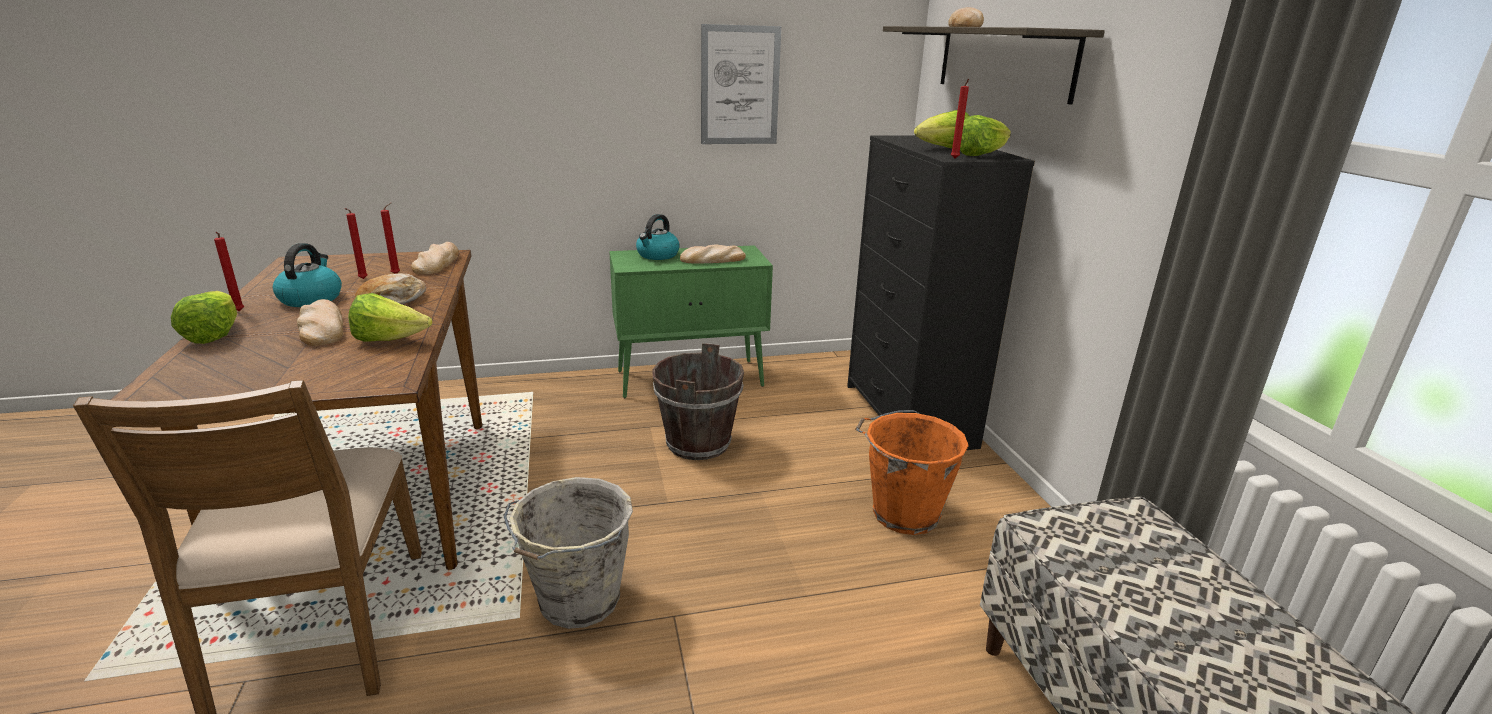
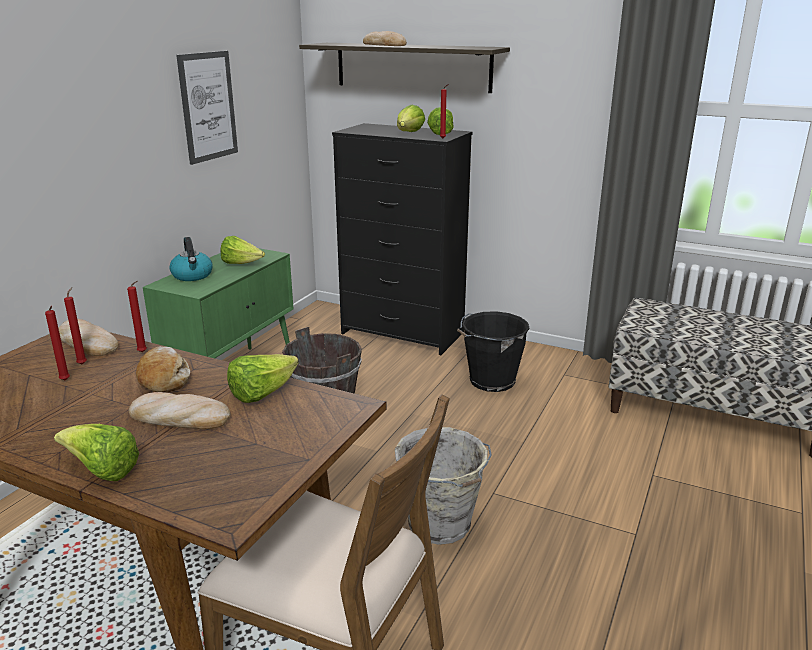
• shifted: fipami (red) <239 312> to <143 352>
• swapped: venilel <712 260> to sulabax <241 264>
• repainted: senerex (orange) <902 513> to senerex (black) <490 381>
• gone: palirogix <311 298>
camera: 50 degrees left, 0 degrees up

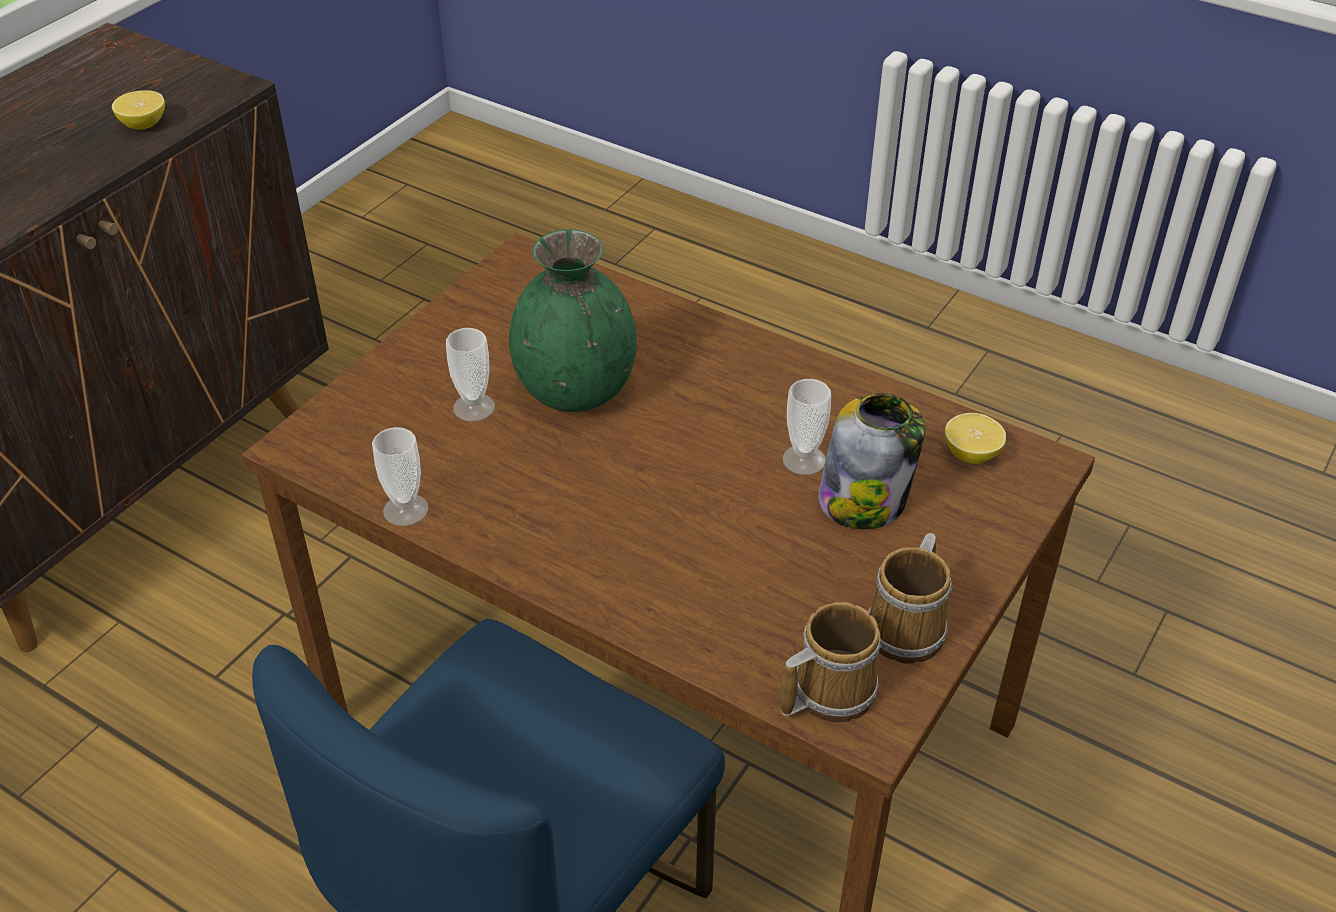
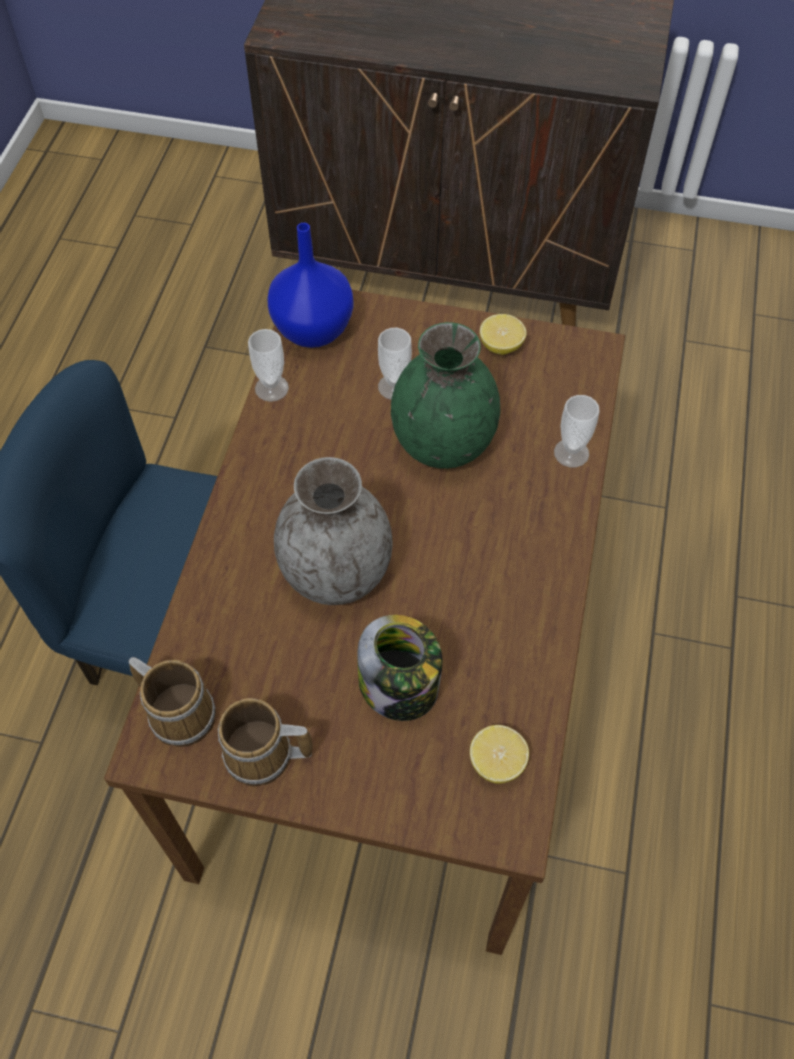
• new: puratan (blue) <315 330>
• new: puratan (grey) <335 573>
• shifted: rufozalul <144 124> to <501 346>
• shifted: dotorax <804 460> to <571 453>
camera: 70 degrees right, 15 degrees up

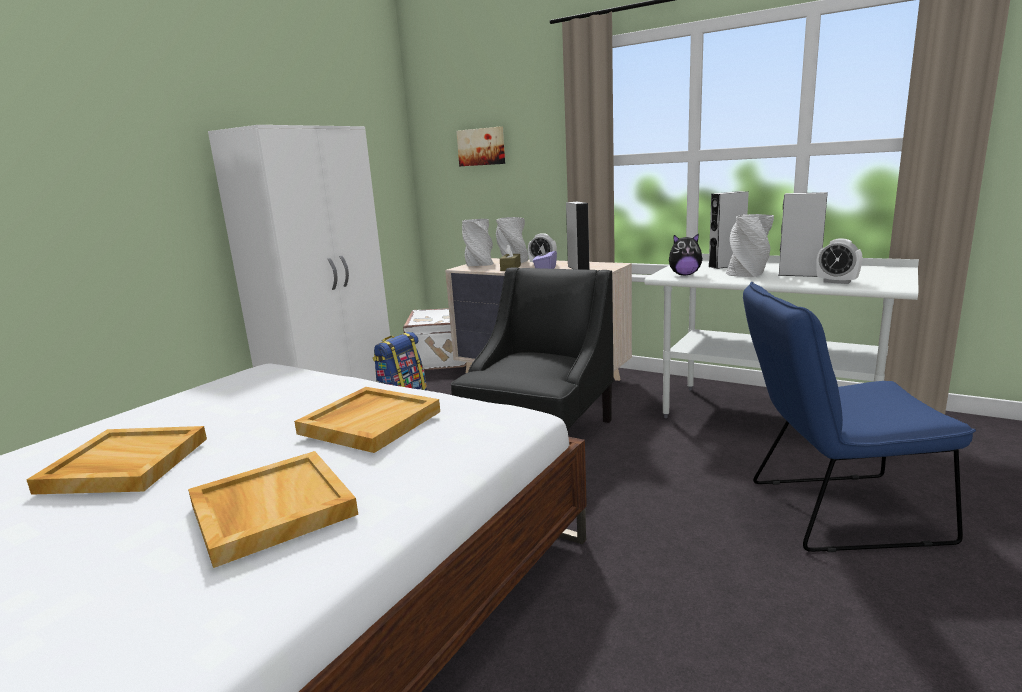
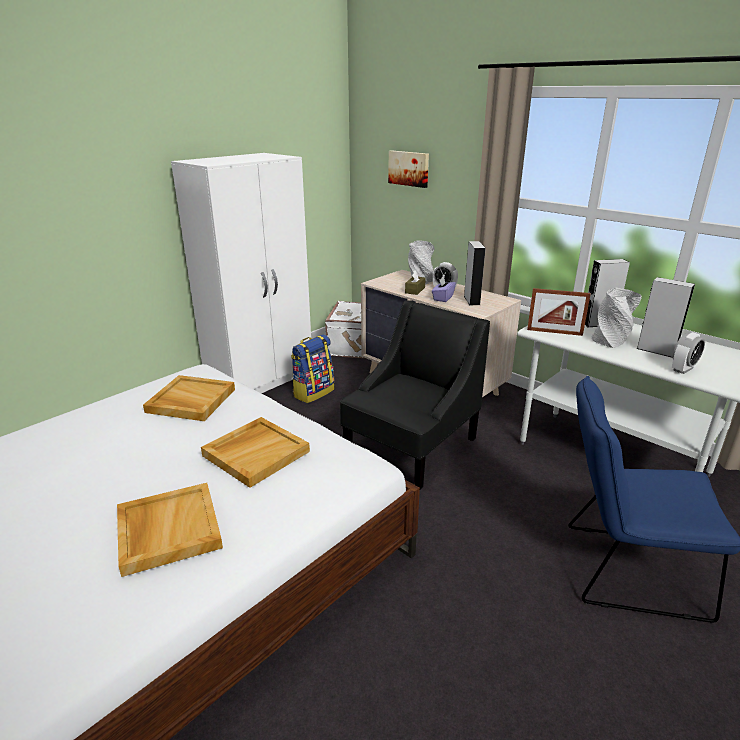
• shifted: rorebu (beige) <124 465> to <190 401>
• swapped: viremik <684 275> to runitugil <554 332>
• rotated: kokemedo <837 282> = <683 369> 90 degrees counterclockwise
• gone: puratan (grey) <479 264>
camera: 10 degrees right, 10 degrees up

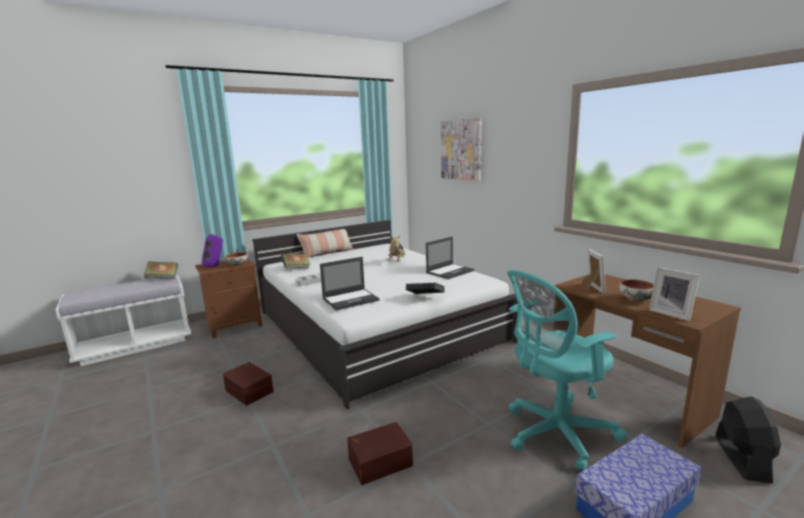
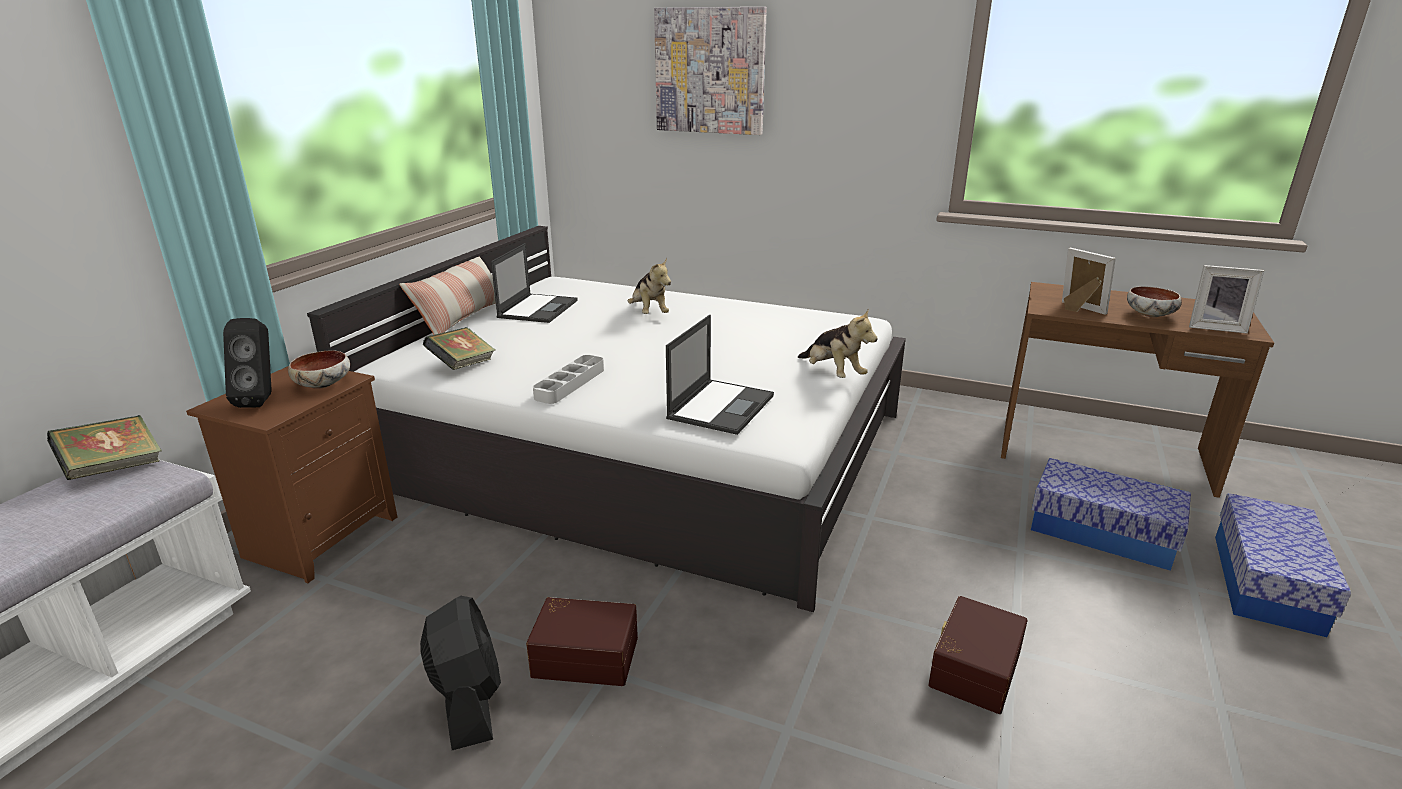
• repainted: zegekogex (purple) <215 265> to zegekogex (black) <262 400>
• shifted: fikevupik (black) <741 458> to <468 701>
• shifted: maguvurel <450 271> to <538 308>
• swapped: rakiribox <425 298> to viremik <832 374>
• swapped: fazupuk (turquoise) <554 434> to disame <1102 532>
camera: 35 degrees left, 10 degrees up

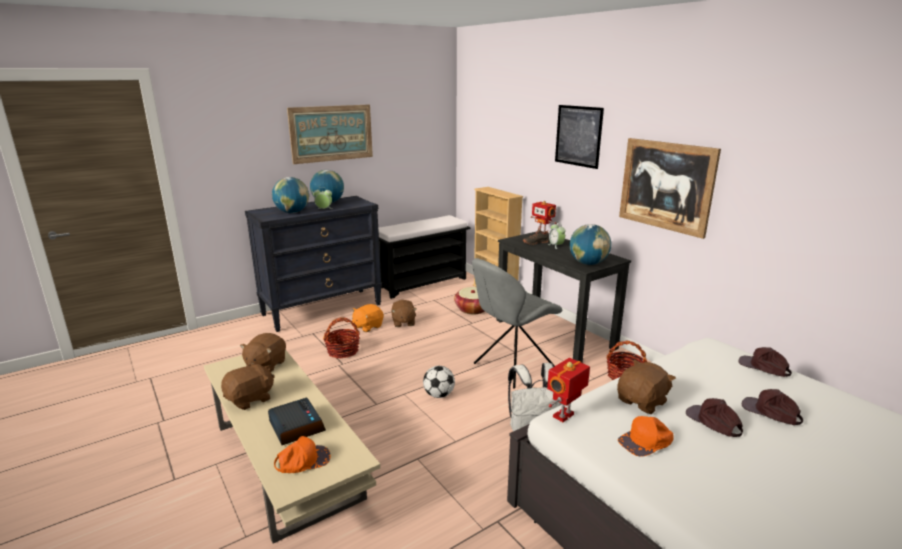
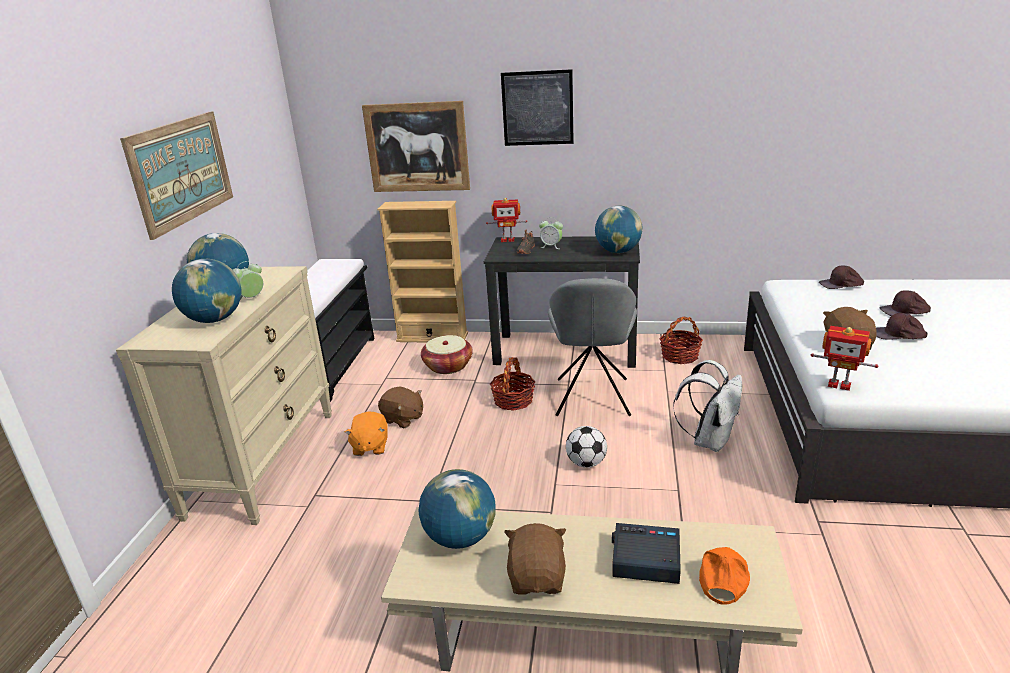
• repainted: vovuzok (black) <323 309> to vovuzok (beige) <263 462>
• shifted: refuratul <666 186> to <417 147>
• swapped: viremik (brown) <265 365> to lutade <460 538>
• shifted: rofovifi <343 351> to <513 400>
• rotated: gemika <564 416> = <839 384> 60 degrees counterclockwise
• gone: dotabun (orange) <646 441>
camera: 45 degrees left, 5 degrees up

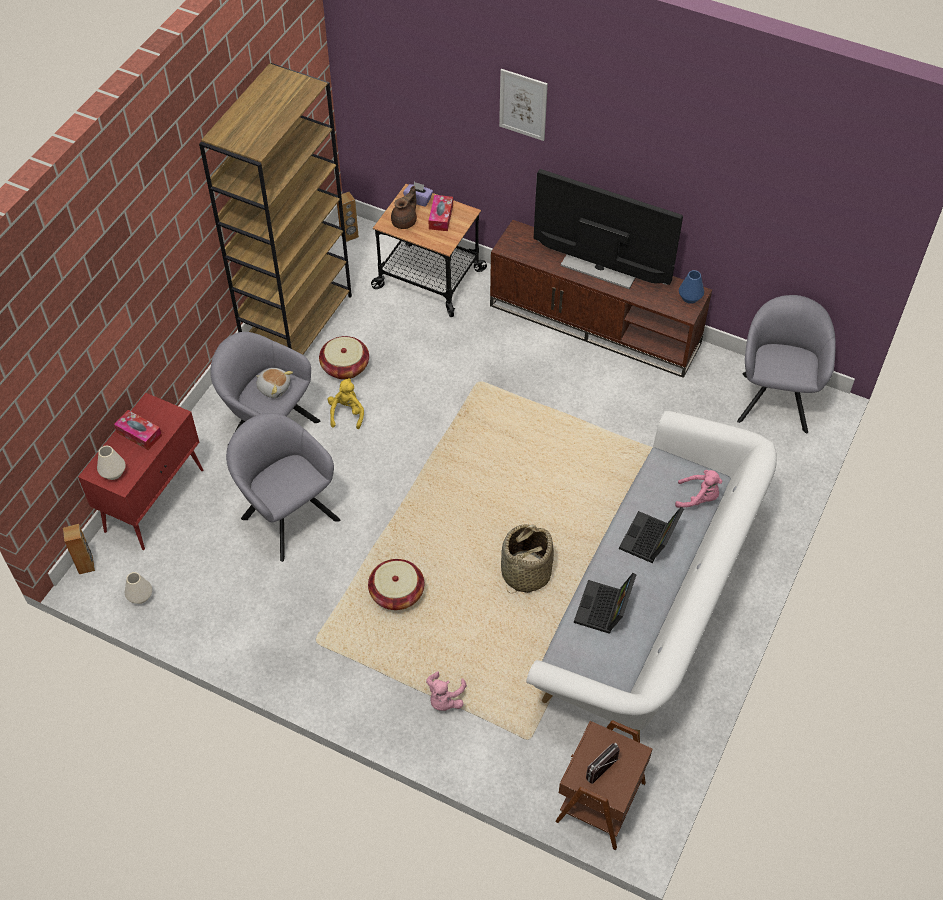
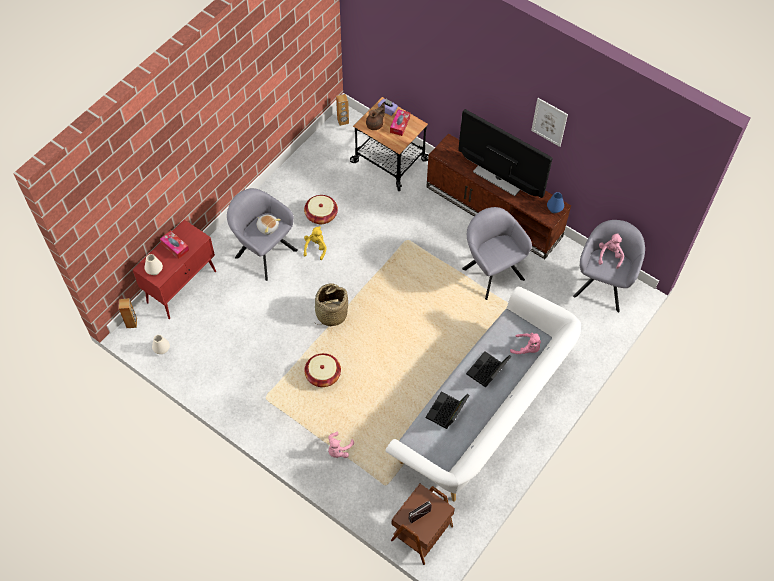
• shifted: rofovifi <525 573> to <331 313>
• shifted: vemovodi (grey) <287 515> to <491 271>
• shifted: refuratul <523 104> to <549 122>
• new: viremik (pink) <609 255>
• gone: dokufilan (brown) <298 323>
camera: 10 degrees right, 5 degrees up

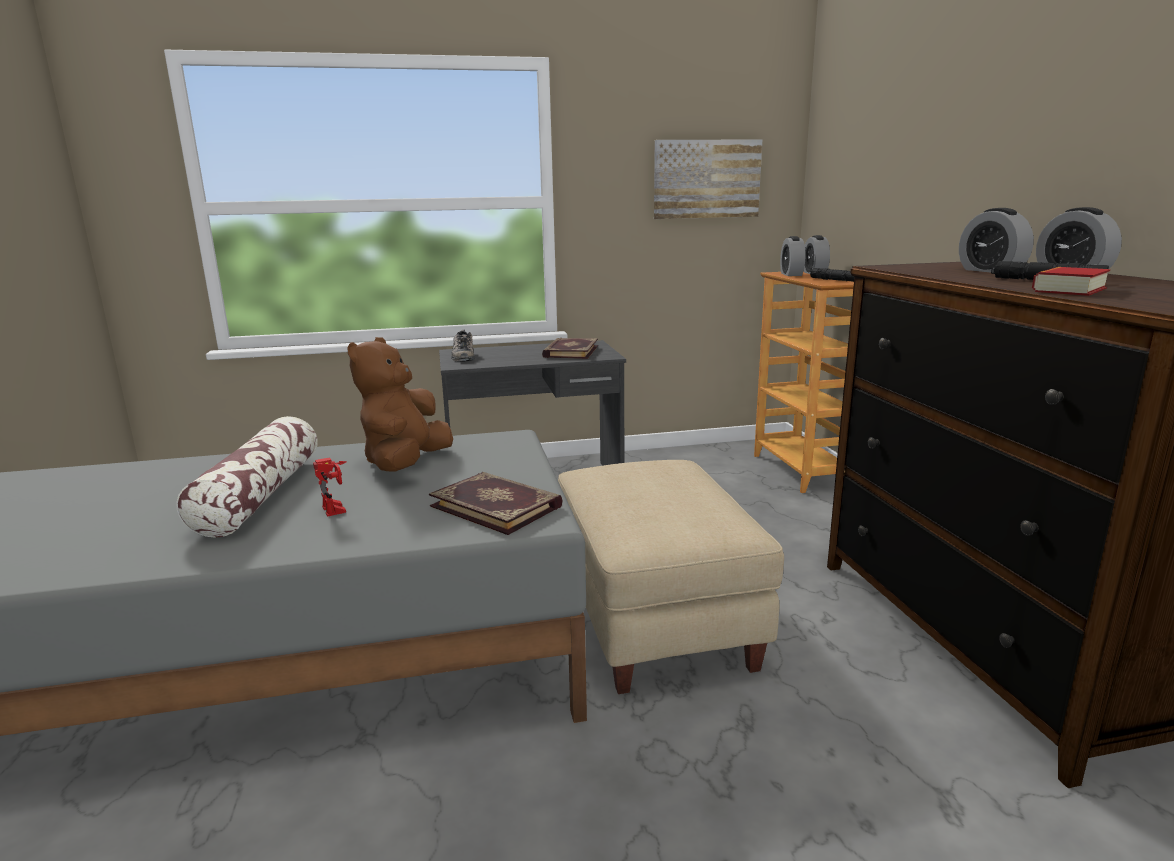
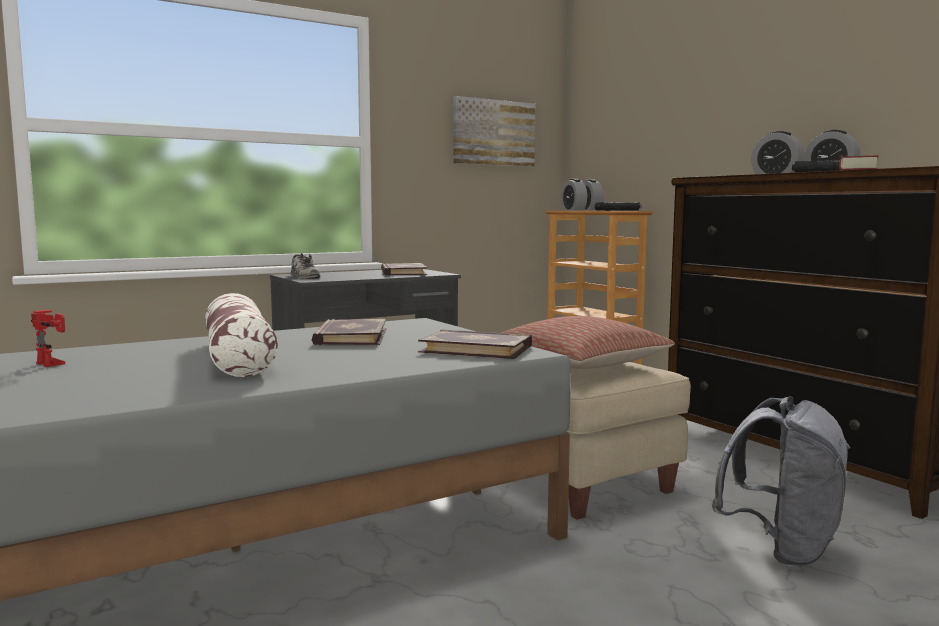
• shifted: gemika <338 509> to <55 363>
• swapped: viremik (brown) <406 464> to rakiribox <349 336>
• new: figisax <578 364>
• new: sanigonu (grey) <782 549>
camera: 20 degrees left, 10 degrees down

